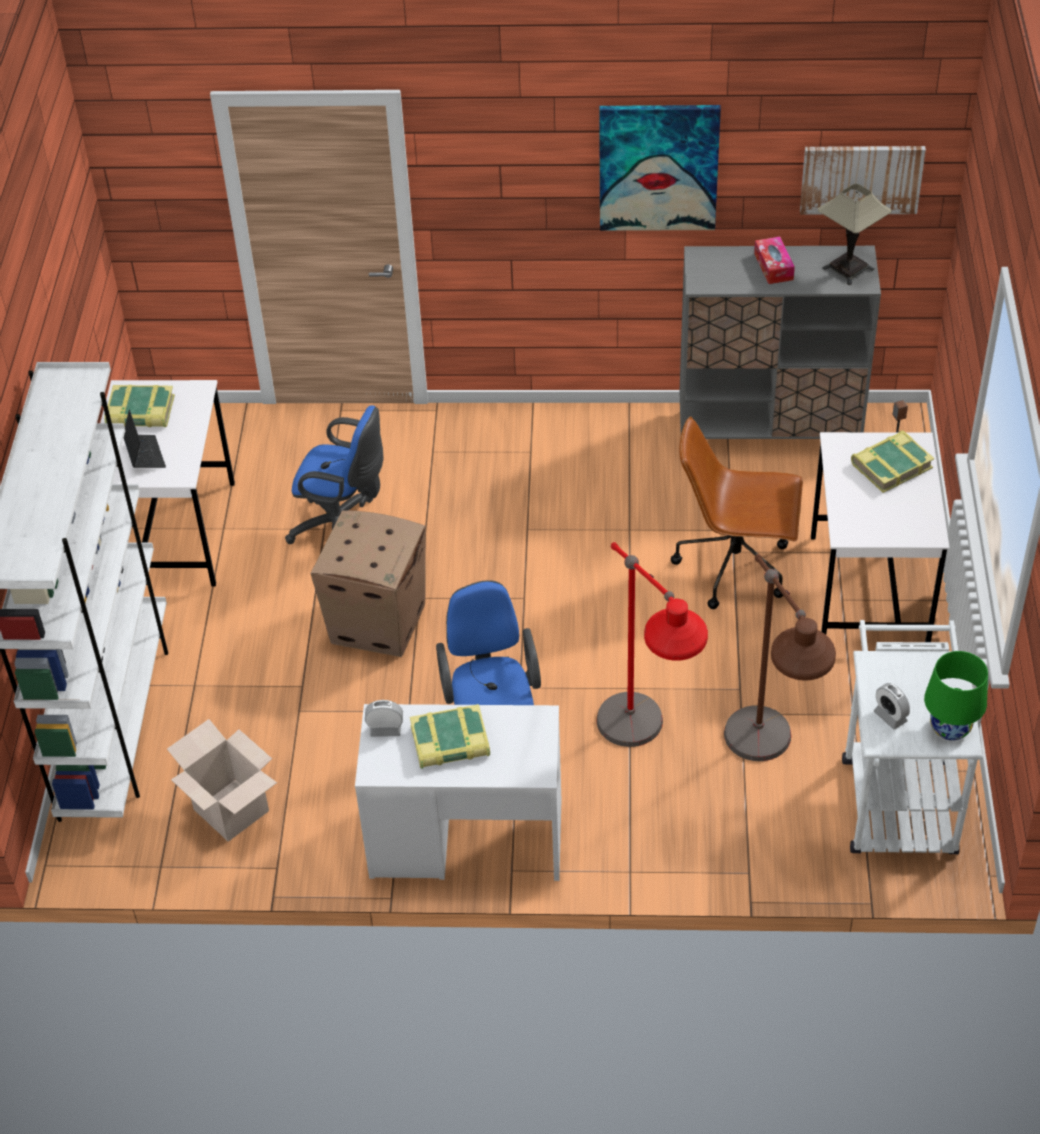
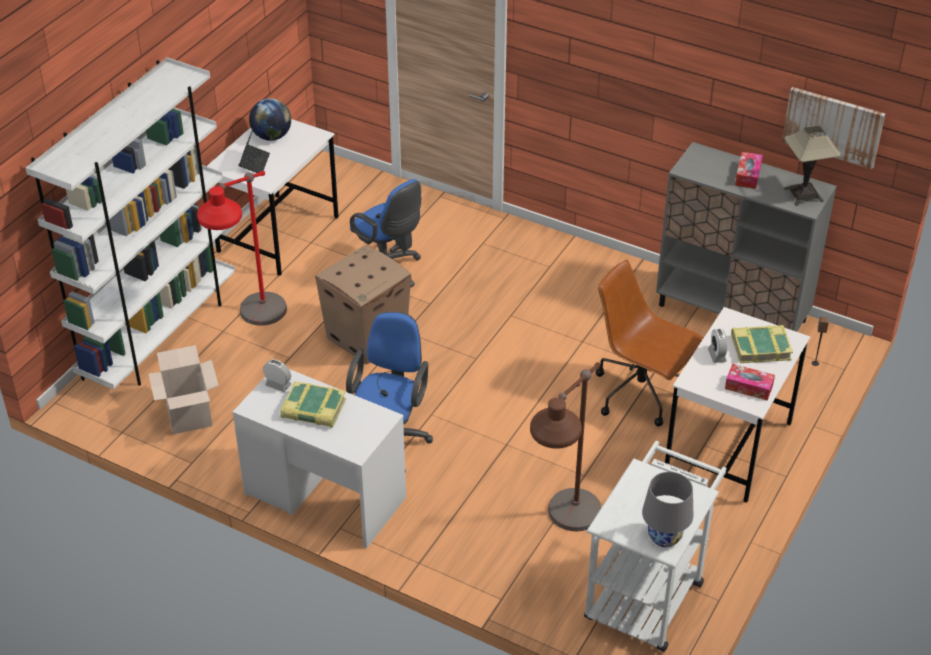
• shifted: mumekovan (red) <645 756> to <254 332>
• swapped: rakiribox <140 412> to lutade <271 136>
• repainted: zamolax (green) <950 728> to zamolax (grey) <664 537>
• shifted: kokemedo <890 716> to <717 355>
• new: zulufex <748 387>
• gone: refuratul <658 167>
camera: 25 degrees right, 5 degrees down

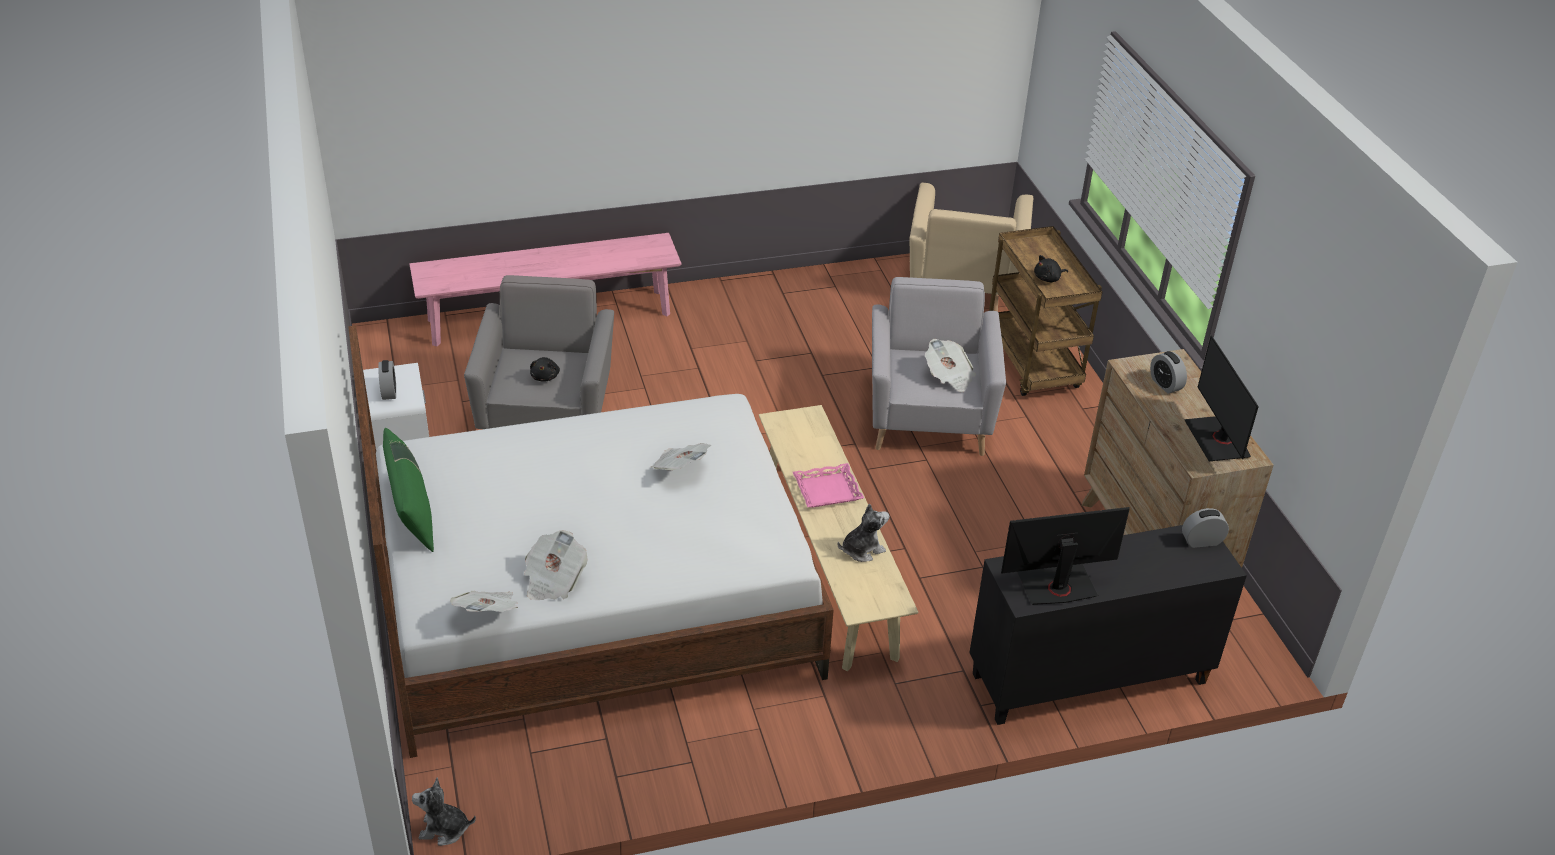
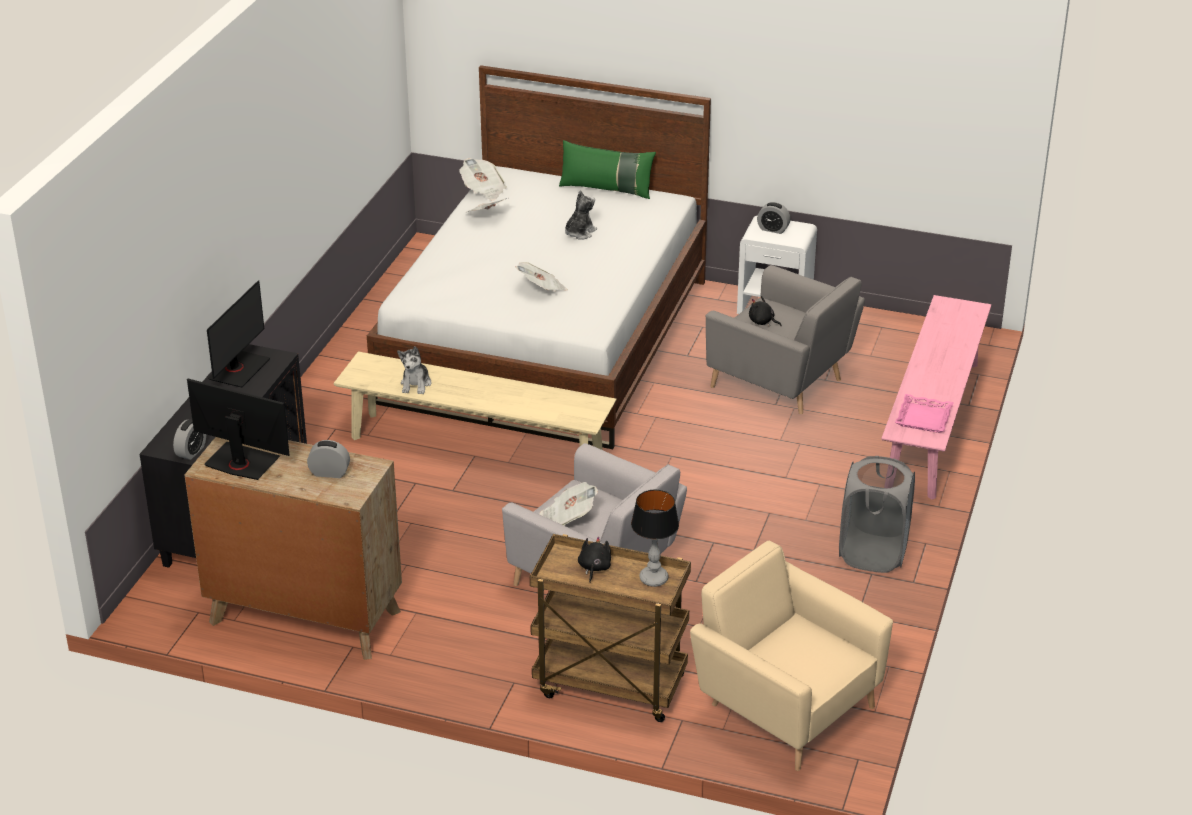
• shifted: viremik <444 829> to <579 233>
• new: zamolax <653 578>
• new: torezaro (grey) <872 554>
• shifted: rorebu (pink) <827 491> to <923 418>
camera: 125 degrees right, 5 degrees down

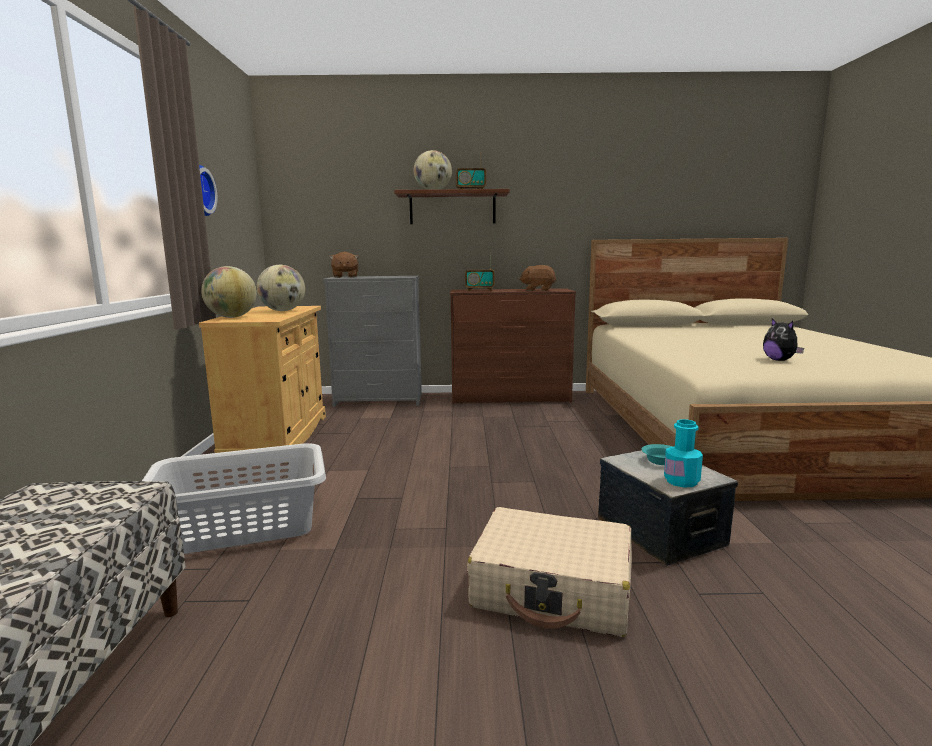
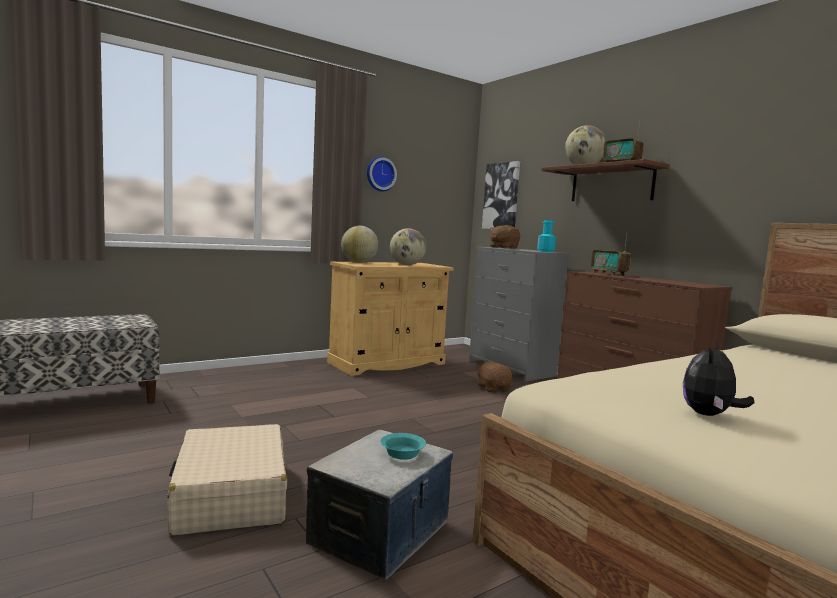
• shifted: viremik (brown) <538 290> to <493 388>
• new: refuratul <501 196>
• shifted: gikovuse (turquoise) <681 481> to <545 251>
• gone: torezaro (grey) <241 526>
camera: 55 degrees right, 5 degrees down

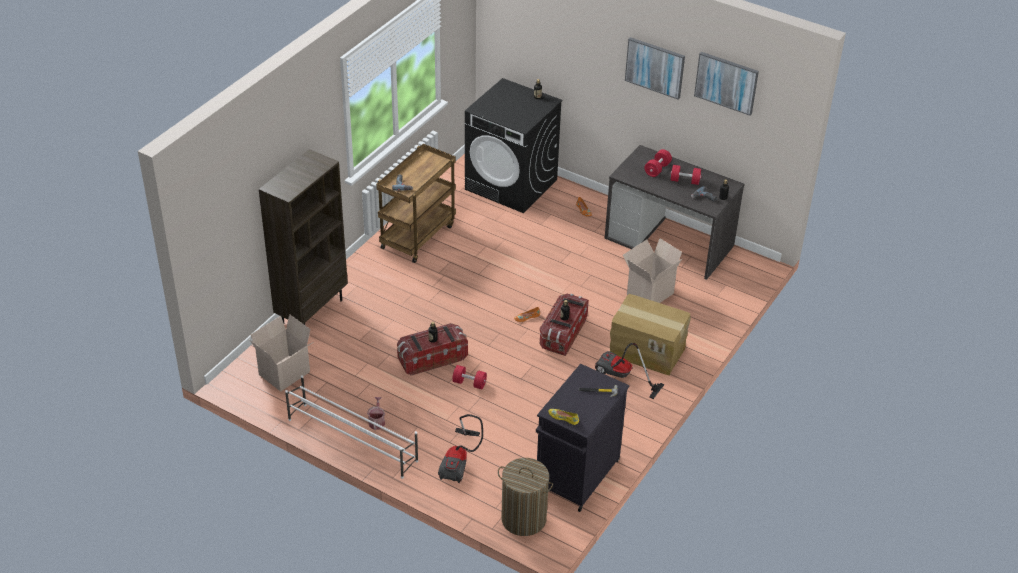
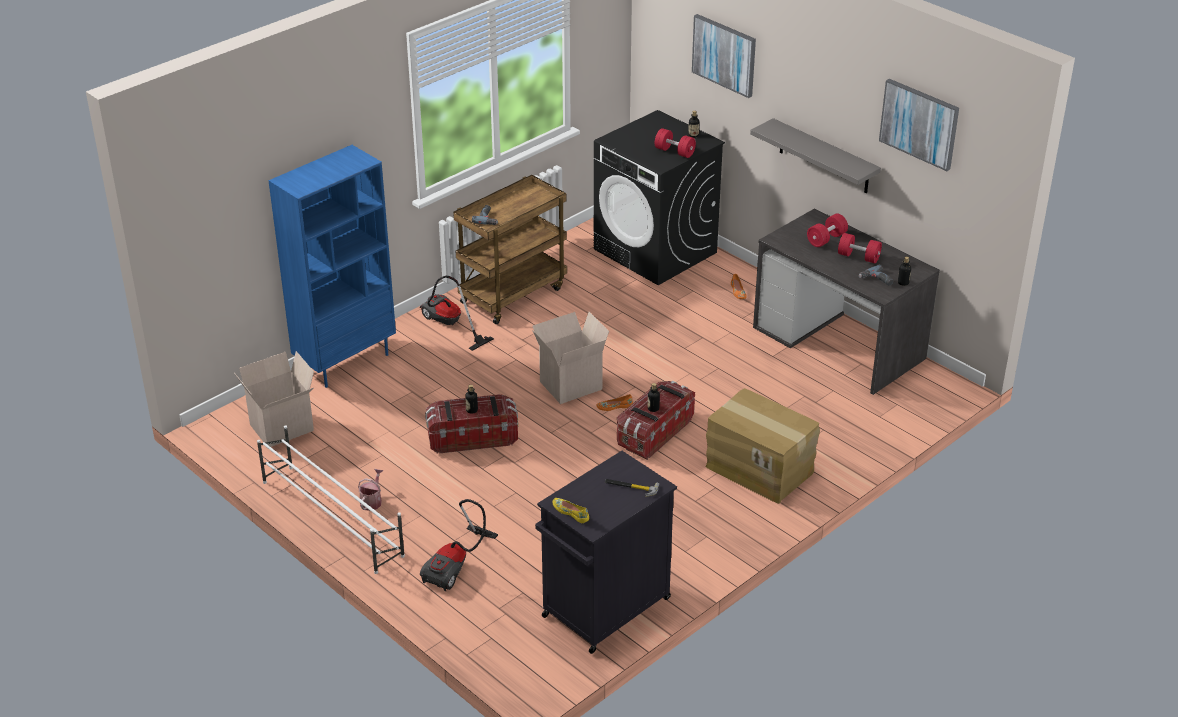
• repainted: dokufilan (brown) <312 311> to dokufilan (blue) <346 362>
• shifted: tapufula <621 377> to <448 325>
• shifted: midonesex <649 293> to <570 384>
• shifted: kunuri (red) <469 383> to <674 152>
• shifted: refuratul <655 67> to <724 55>
• new: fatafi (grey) <824 157>
• gone: torezaro <523 519>
camera: 15 degrees right, 5 degrees down

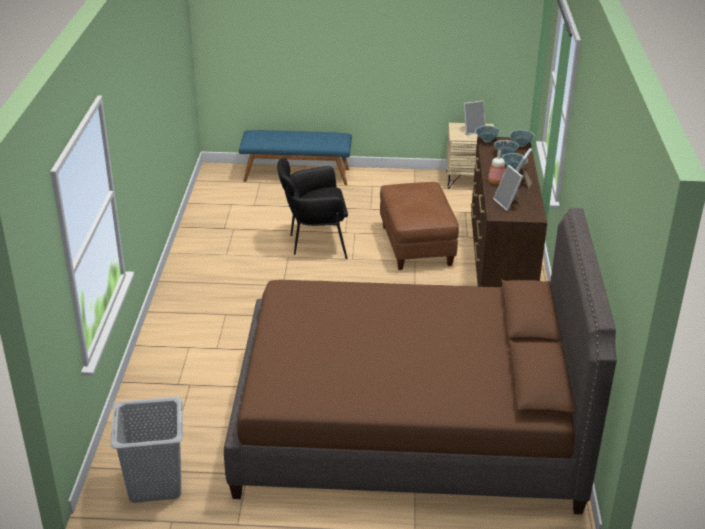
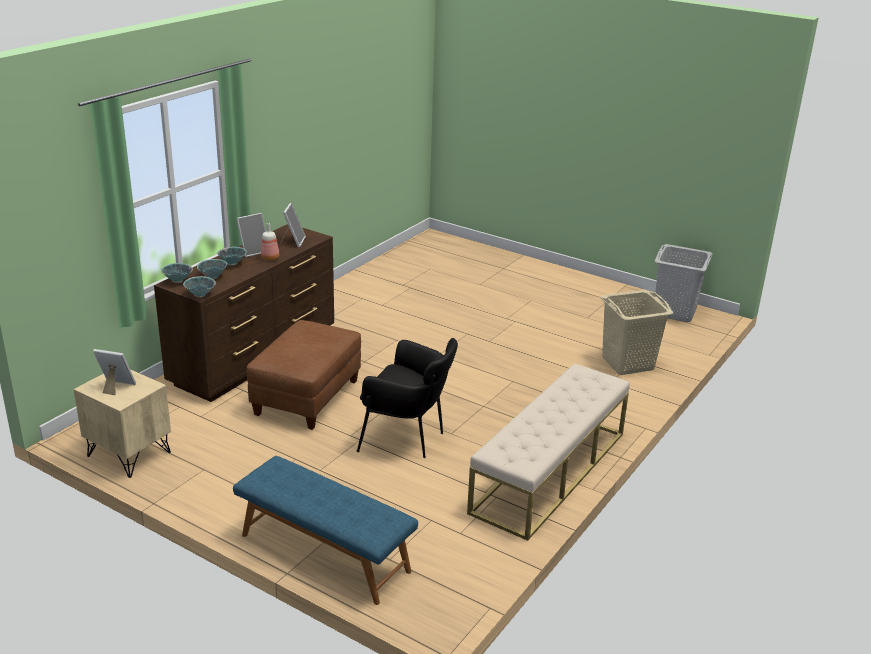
• new: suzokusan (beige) <549 472>
• new: torezaro (beige) <627 363>
• gone: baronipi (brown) <407 423>
camera: 150 degrees left, 5 degrees down

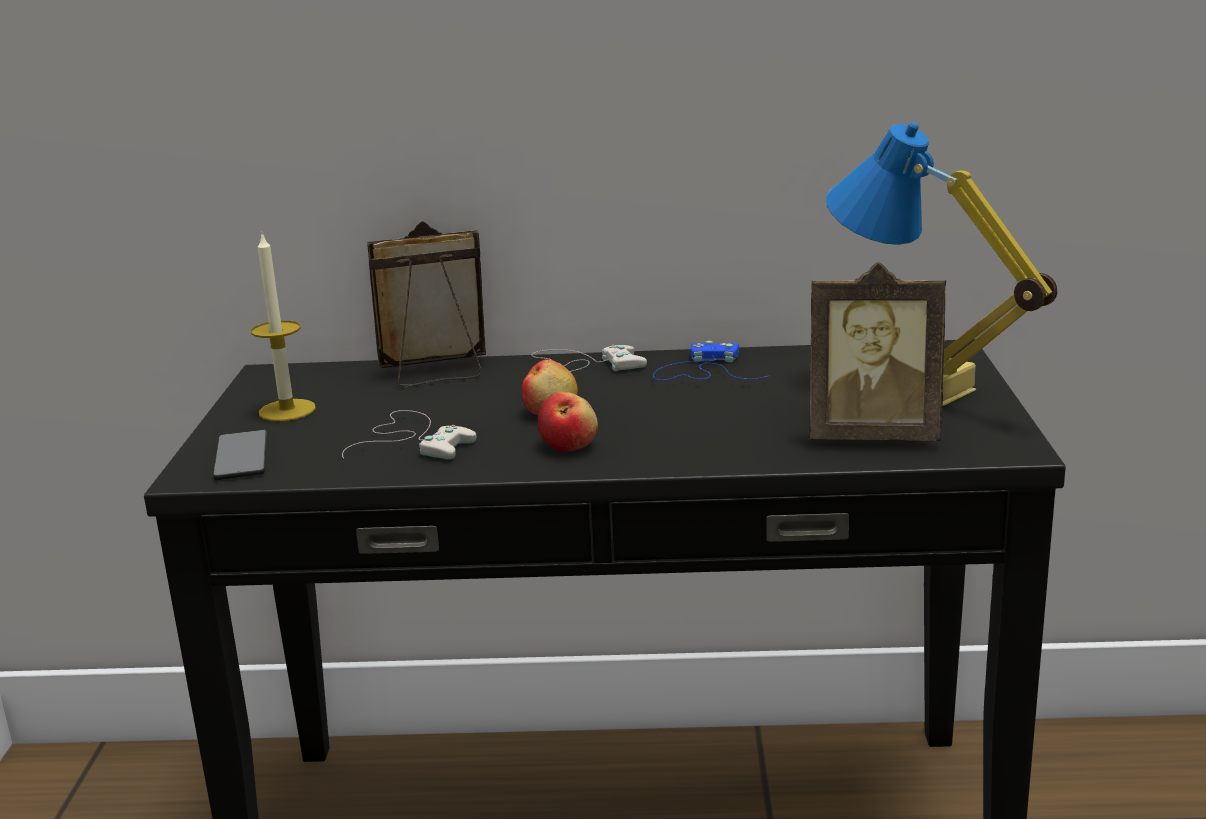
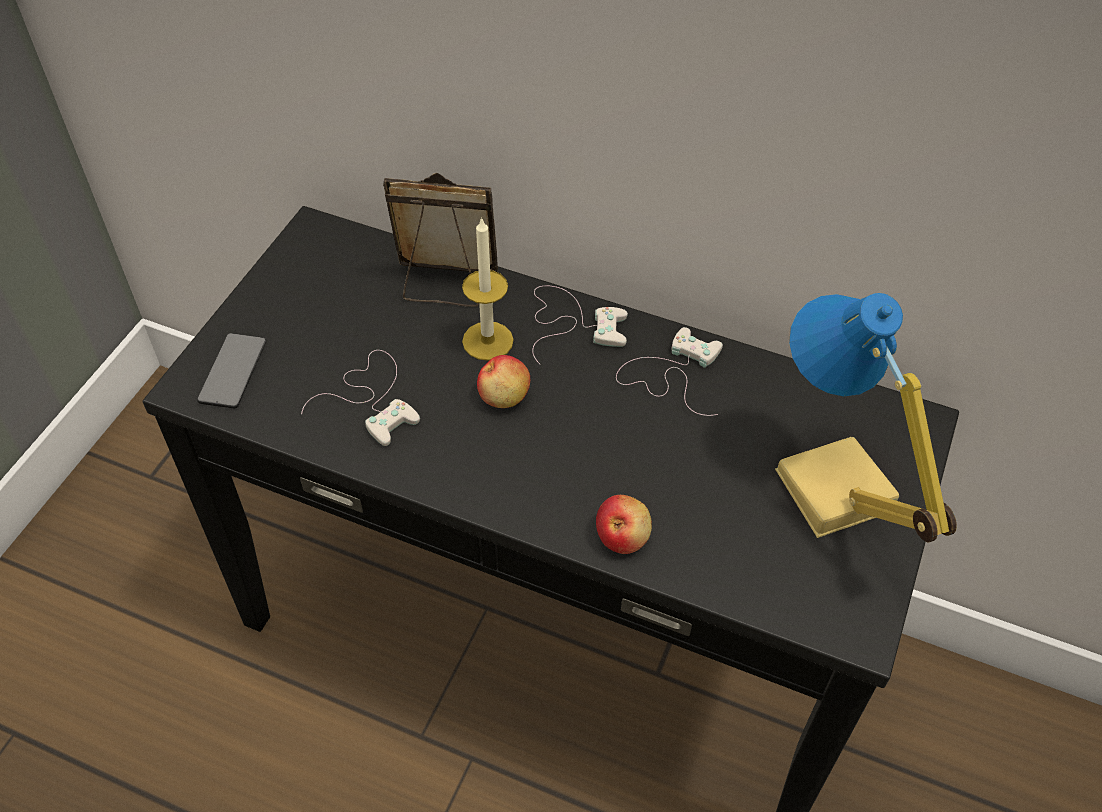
• shifted: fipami <287 410> to <487 341>
• shifted: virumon <569 445> to <622 536>
• repainted: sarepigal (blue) <703 371> to sarepigal (white) <671 373>
• gone: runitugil <873 435>
camera: 20 degrees right, 30 degrees up

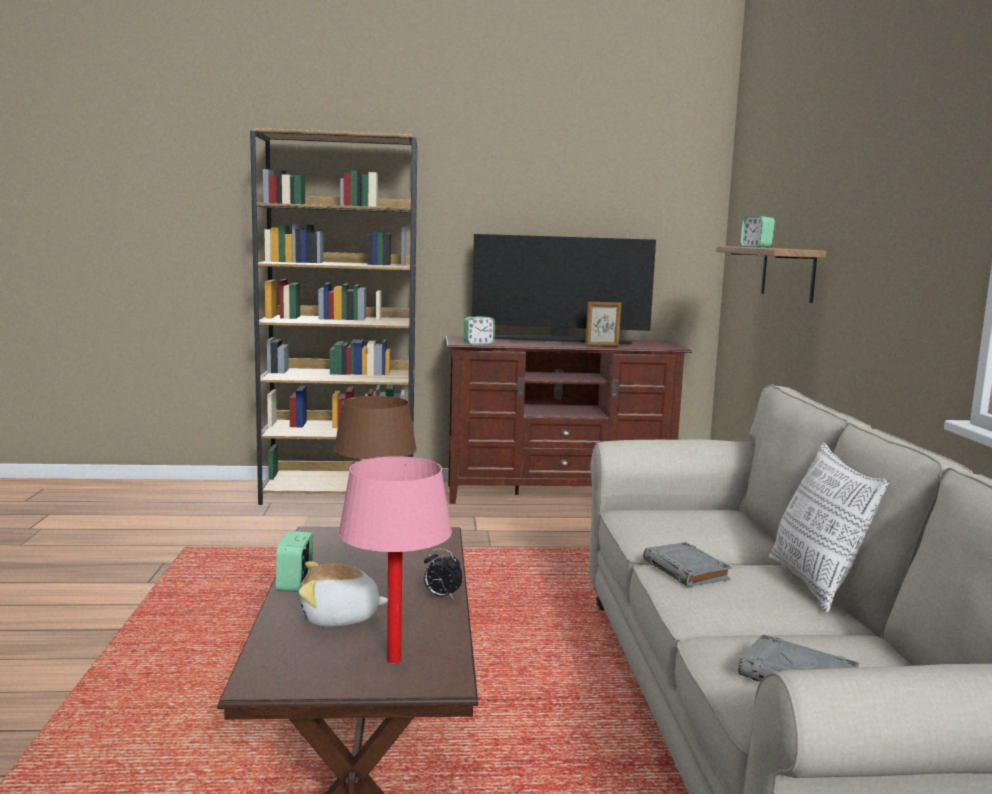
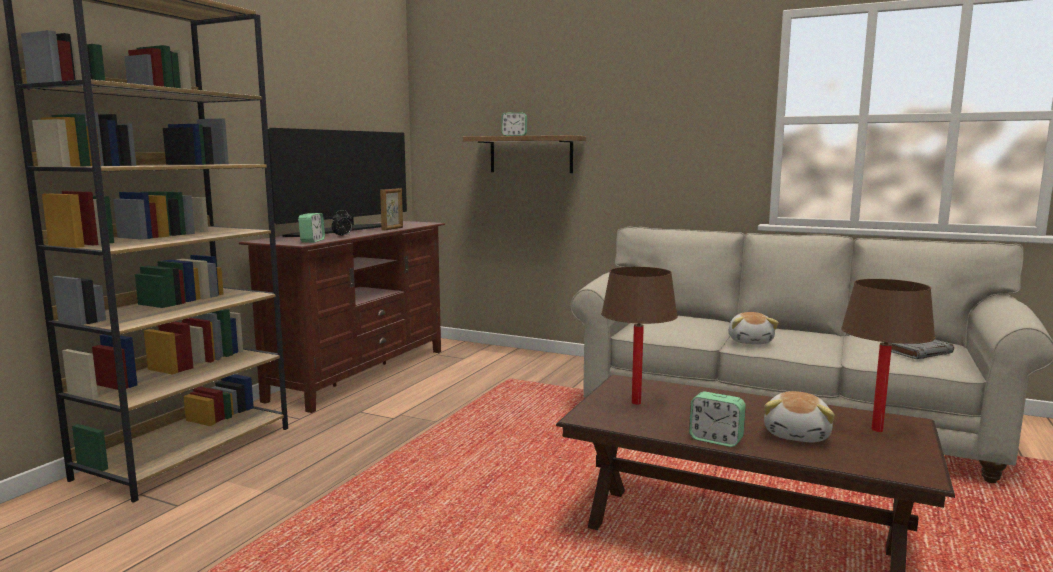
• shifted: kokemedo <441 596> to <342 236>
• swapped: rakiribox (grey) <686 570> to viremik <750 341>
• repainted: zamolax (pink) <394 660> to zamolax (brown) <877 430>
• gone: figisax <815 584>
camera: 60 degrees left, 0 degrees up

